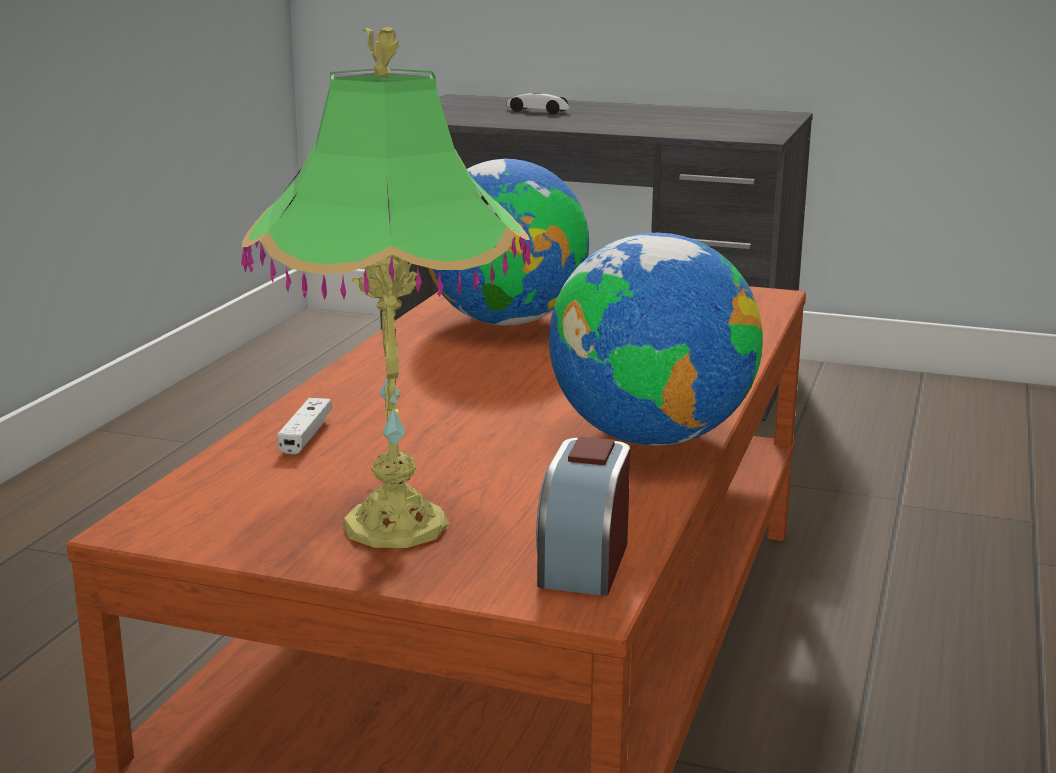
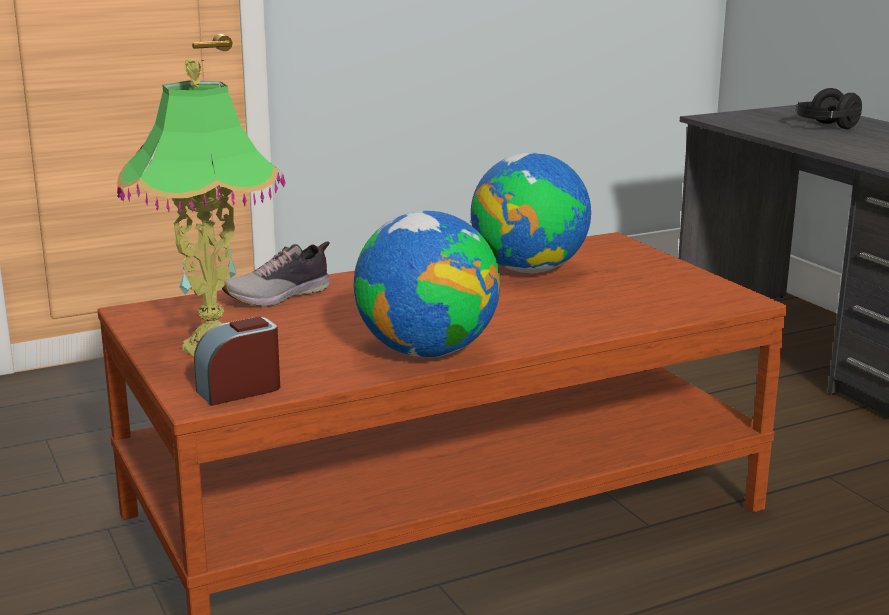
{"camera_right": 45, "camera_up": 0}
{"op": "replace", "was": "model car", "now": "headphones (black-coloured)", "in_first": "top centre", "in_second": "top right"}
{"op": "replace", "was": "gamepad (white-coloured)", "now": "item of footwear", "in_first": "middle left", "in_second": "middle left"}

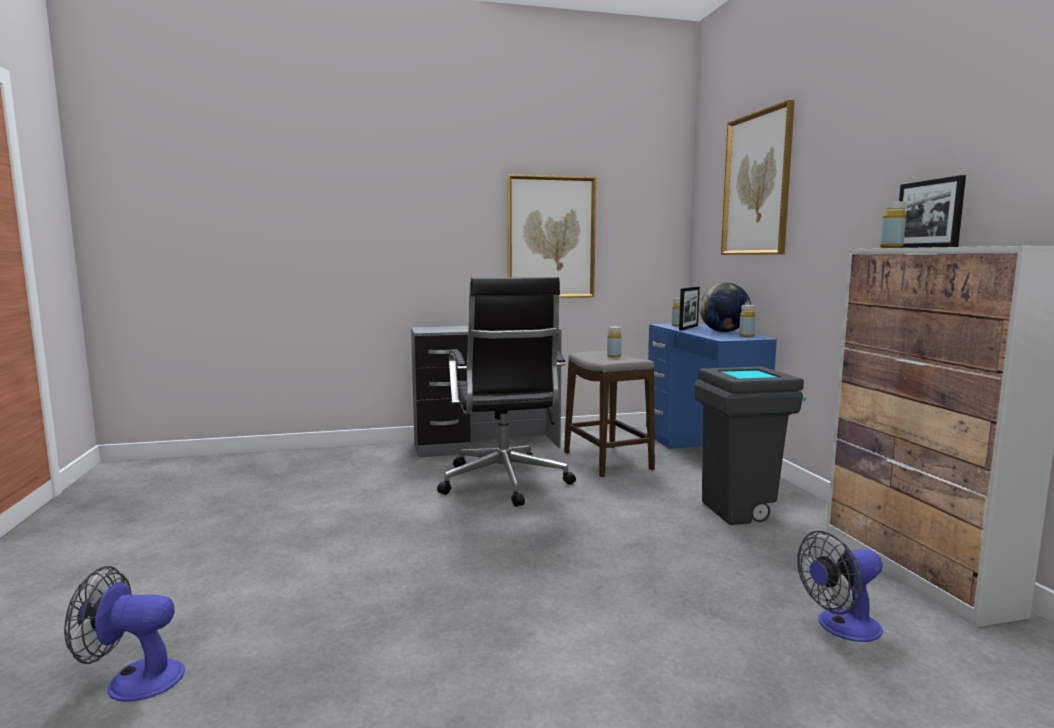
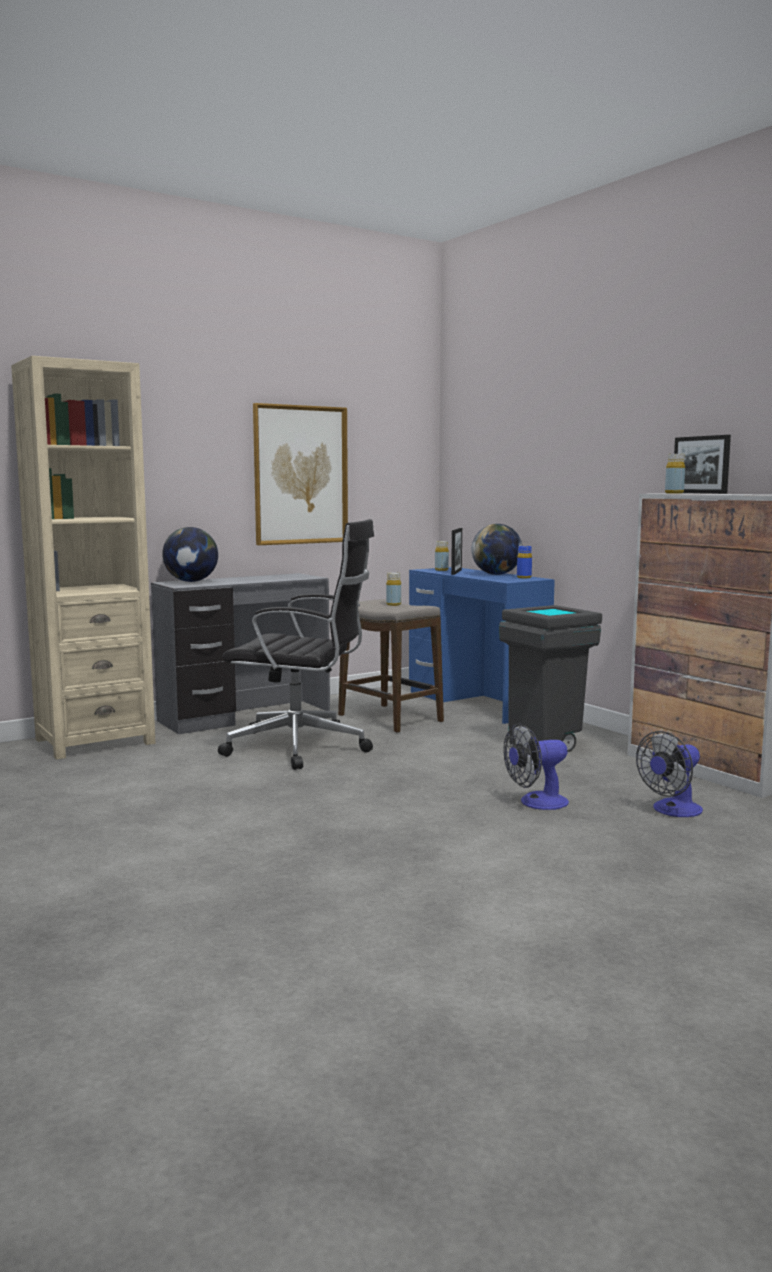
{"camera_right": -20, "camera_up": 0}
{"op": "delete", "was": "wall art (2nd from left)", "in_first": "top right"}
{"op": "rotate", "was": "office chair (black-coloured)", "in_first": "centre", "in_second": "centre", "clockwise": -45}
{"op": "recolor", "was": "drink bottle (yellowish) (3rd from left)", "now": "drink bottle (blue)", "in_first": "middle right", "in_second": "middle right"}
{"op": "move", "was": "electric fan (1st from left)", "in_first": "bottom left", "in_second": "middle right"}
{"op": "insert", "now": "bookshelf (beige-coloured)", "in_second": "middle left"}
{"op": "insert", "now": "desk globe (1st from left)", "in_second": "middle left"}

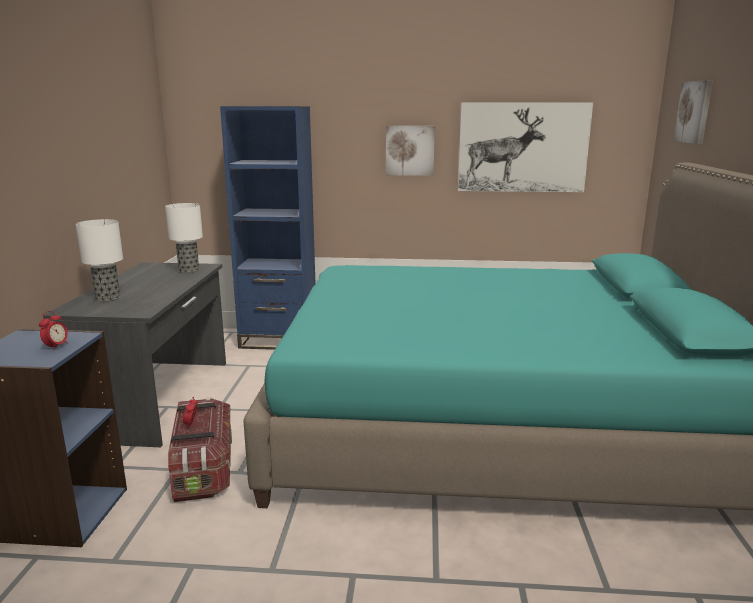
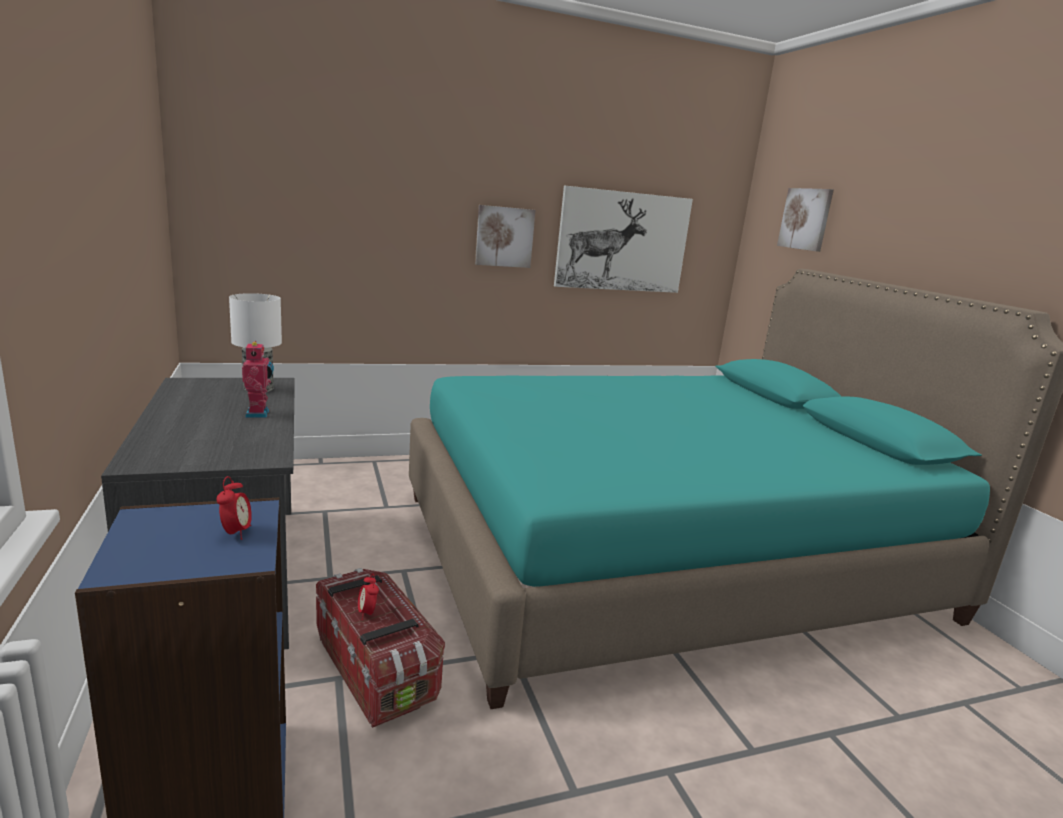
{"camera_right": -25, "camera_up": 0}
{"op": "delete", "was": "bookshelf (blue) (2nd from left)", "in_first": "centre"}
{"op": "delete", "was": "tabletop lamp (1st from left)", "in_first": "middle left"}
{"op": "insert", "now": "toy robot", "in_second": "middle left"}

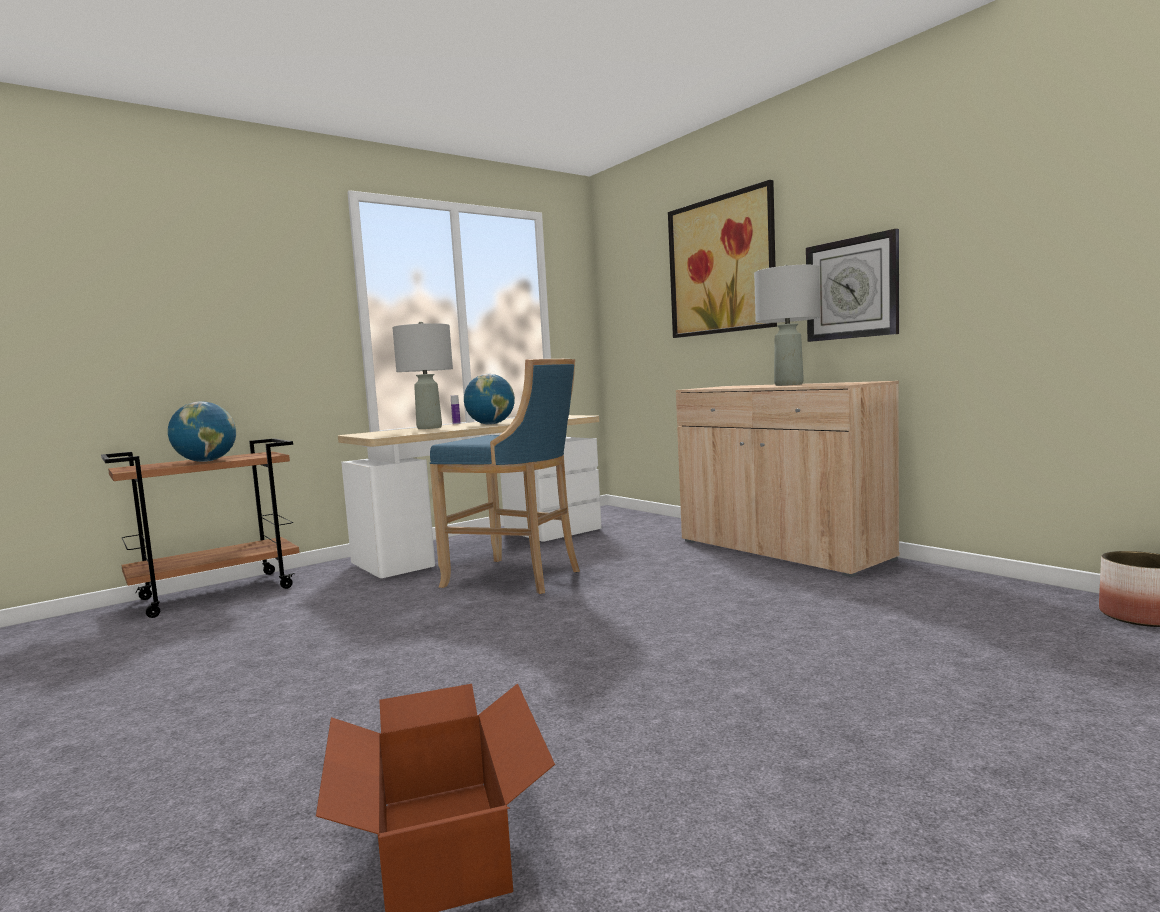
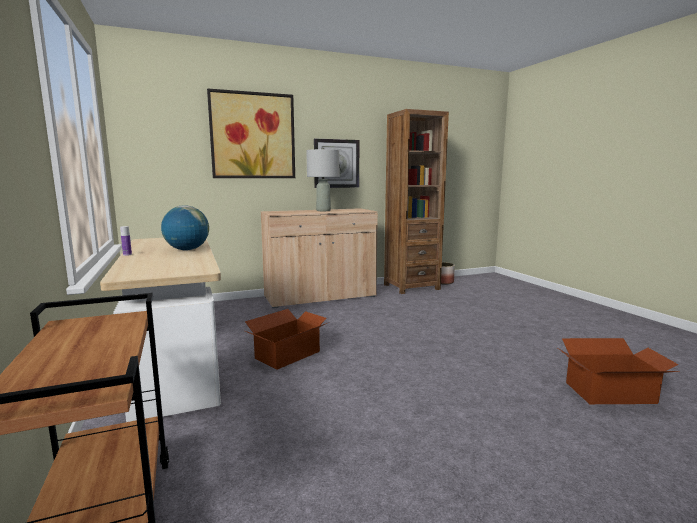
{"camera_right": -75, "camera_up": 5}
{"op": "delete", "was": "tabletop lamp (greyish) (1st from left)", "in_first": "centre"}
{"op": "replace", "was": "stool (blue)", "now": "carton (1st from left)", "in_first": "centre", "in_second": "centre"}
{"op": "delete", "was": "desk globe (1st from left)", "in_first": "middle left"}
{"op": "insert", "now": "bookshelf (brown)", "in_second": "centre"}

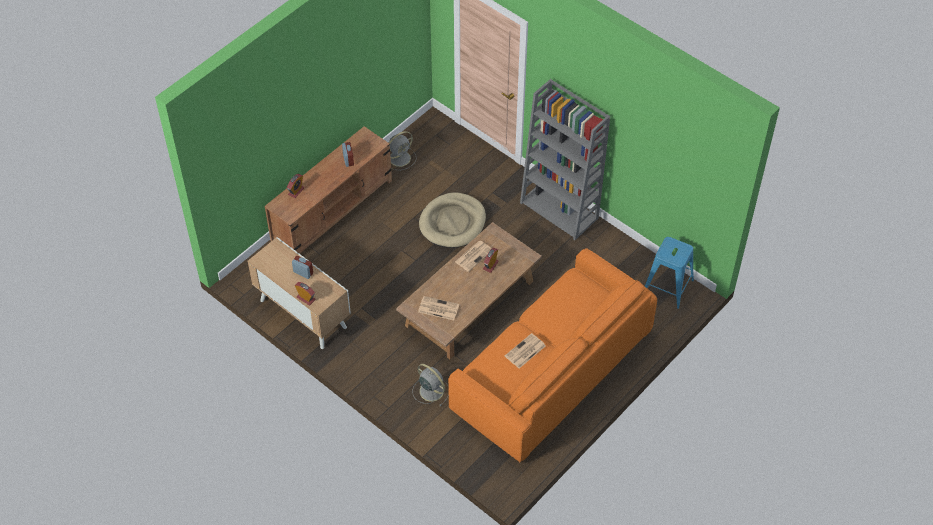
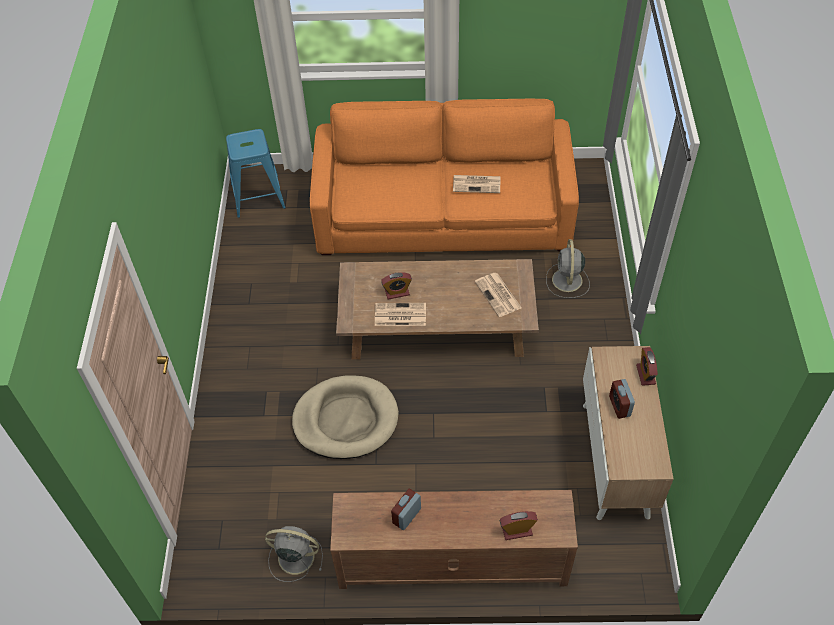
{"camera_right": -130, "camera_up": 0}
{"op": "delete", "was": "bookshelf (greyish)", "in_first": "top centre"}

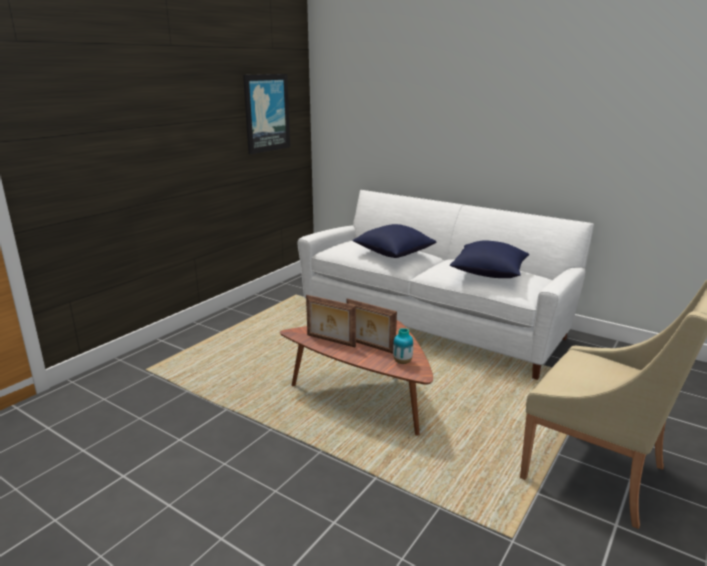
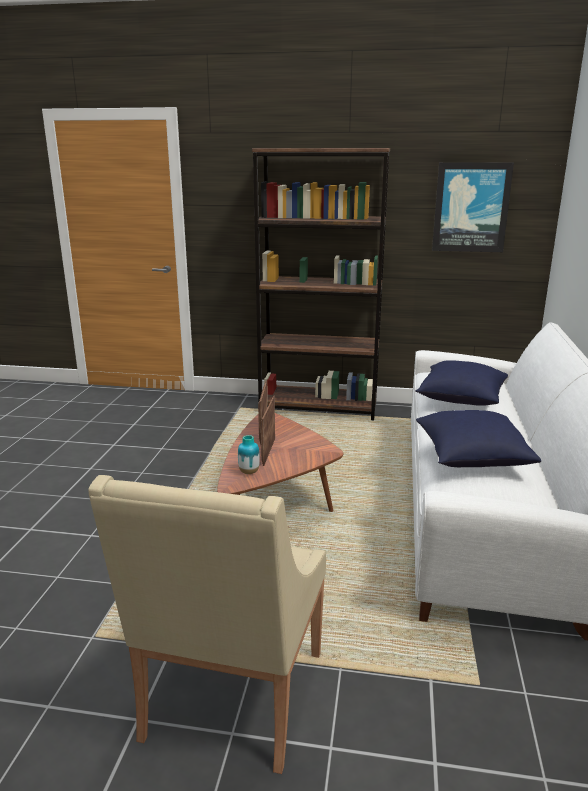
{"camera_right": 65, "camera_up": 0}
{"op": "insert", "now": "bookshelf (brown)", "in_second": "centre"}

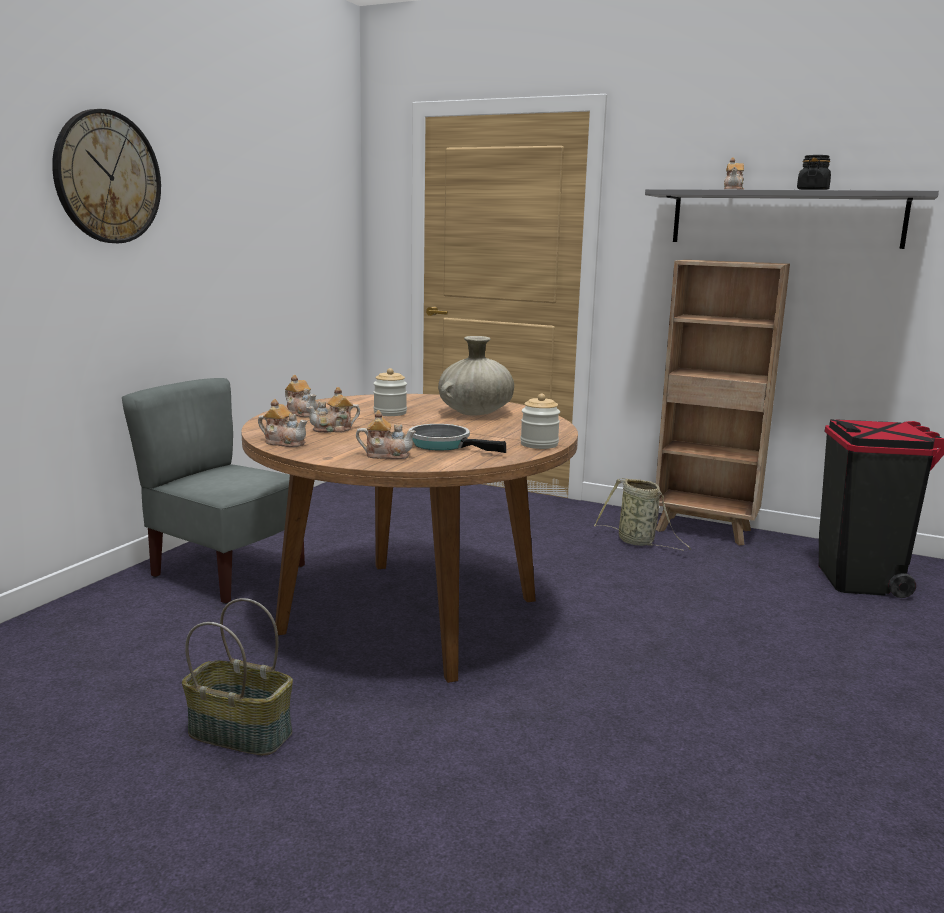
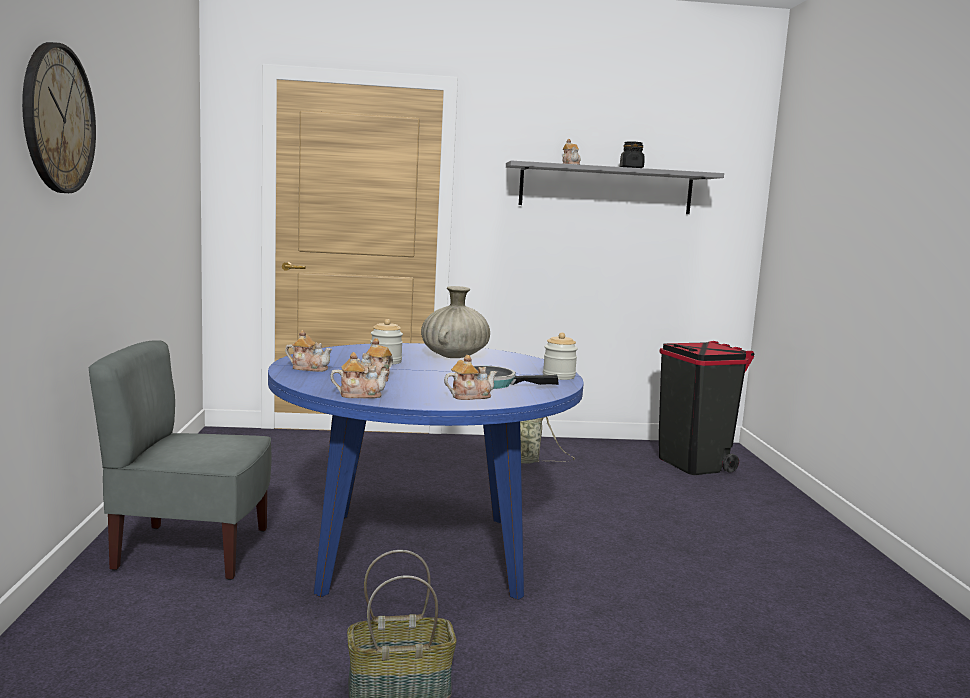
{"camera_right": -30, "camera_up": -5}
{"op": "delete", "was": "bookshelf (brown)", "in_first": "middle right"}
{"op": "recolor", "was": "dinner table (brown)", "now": "dinner table (blue)", "in_first": "centre", "in_second": "bottom centre"}

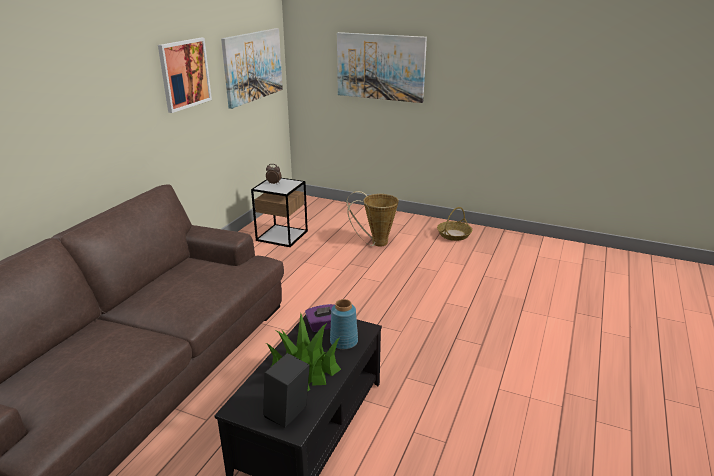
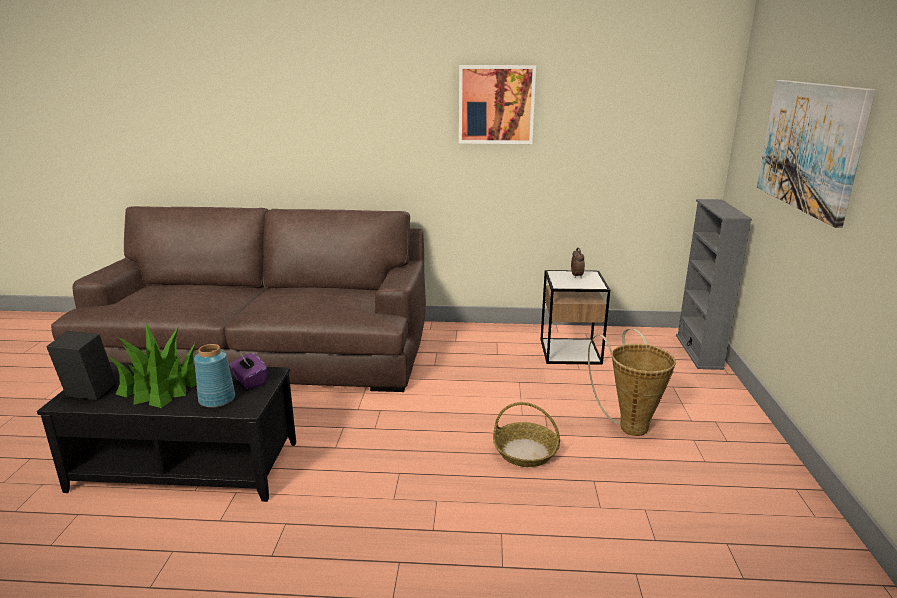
{"camera_right": 70, "camera_up": -5}
{"op": "delete", "was": "wall art (2nd from left)", "in_first": "top centre"}
{"op": "move", "was": "household basket (2nd from left in the first image)", "now": "household basket (1st from left)", "in_first": "centre", "in_second": "bottom centre"}
{"op": "insert", "now": "bookshelf (greyish)", "in_second": "middle right"}

